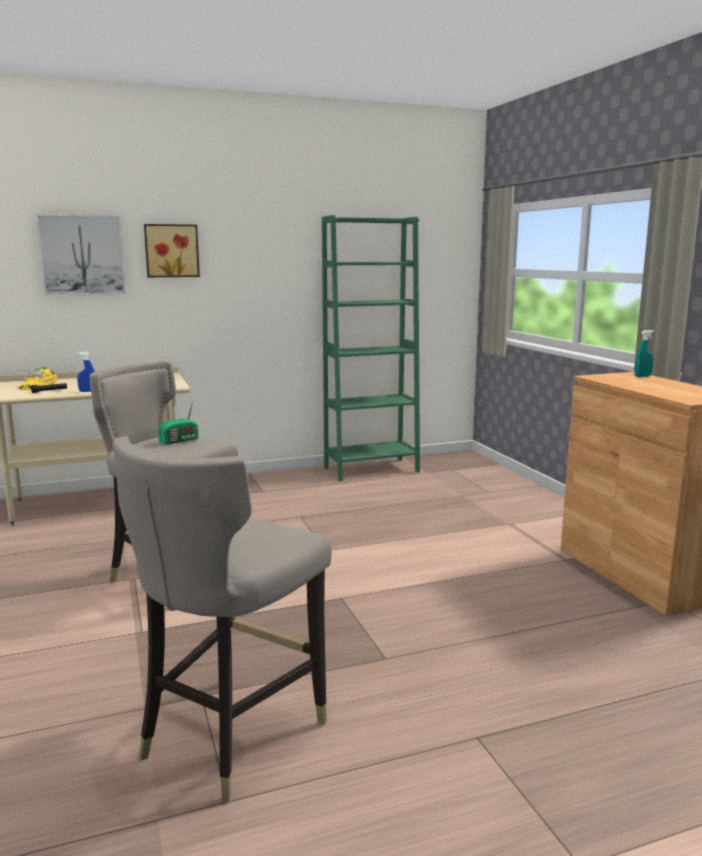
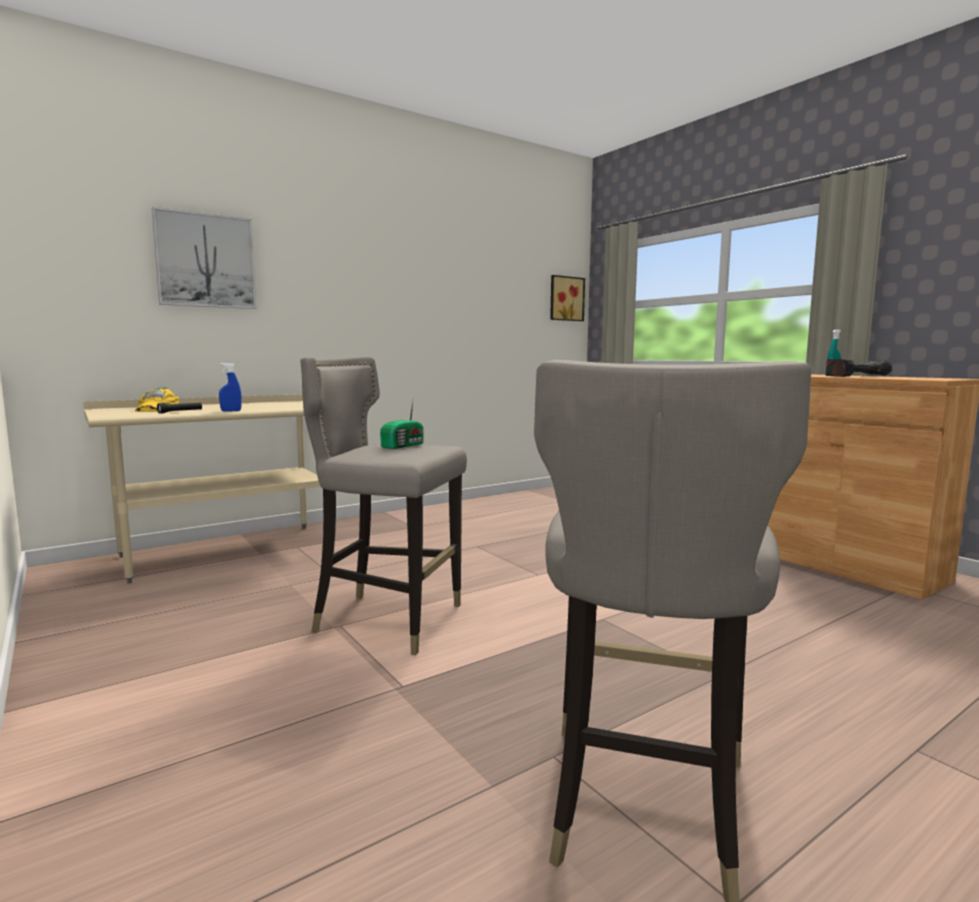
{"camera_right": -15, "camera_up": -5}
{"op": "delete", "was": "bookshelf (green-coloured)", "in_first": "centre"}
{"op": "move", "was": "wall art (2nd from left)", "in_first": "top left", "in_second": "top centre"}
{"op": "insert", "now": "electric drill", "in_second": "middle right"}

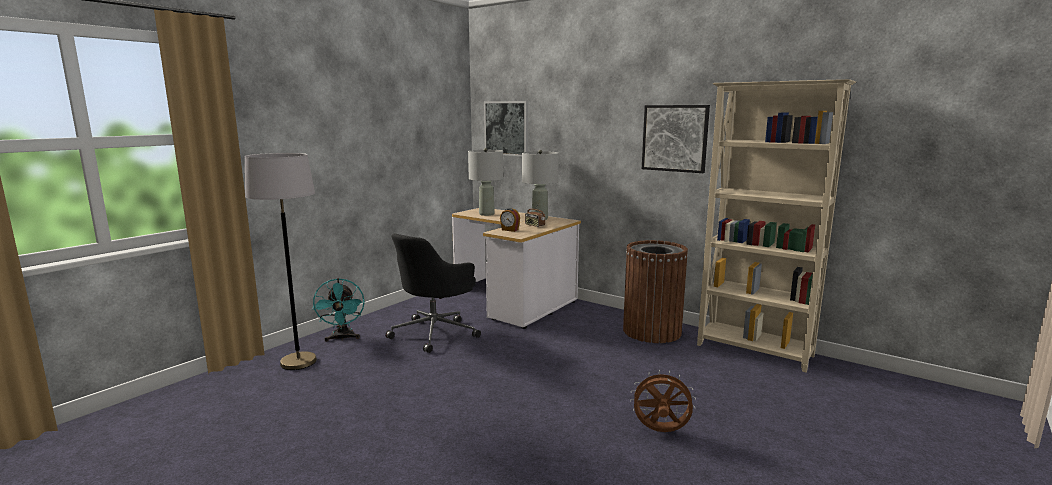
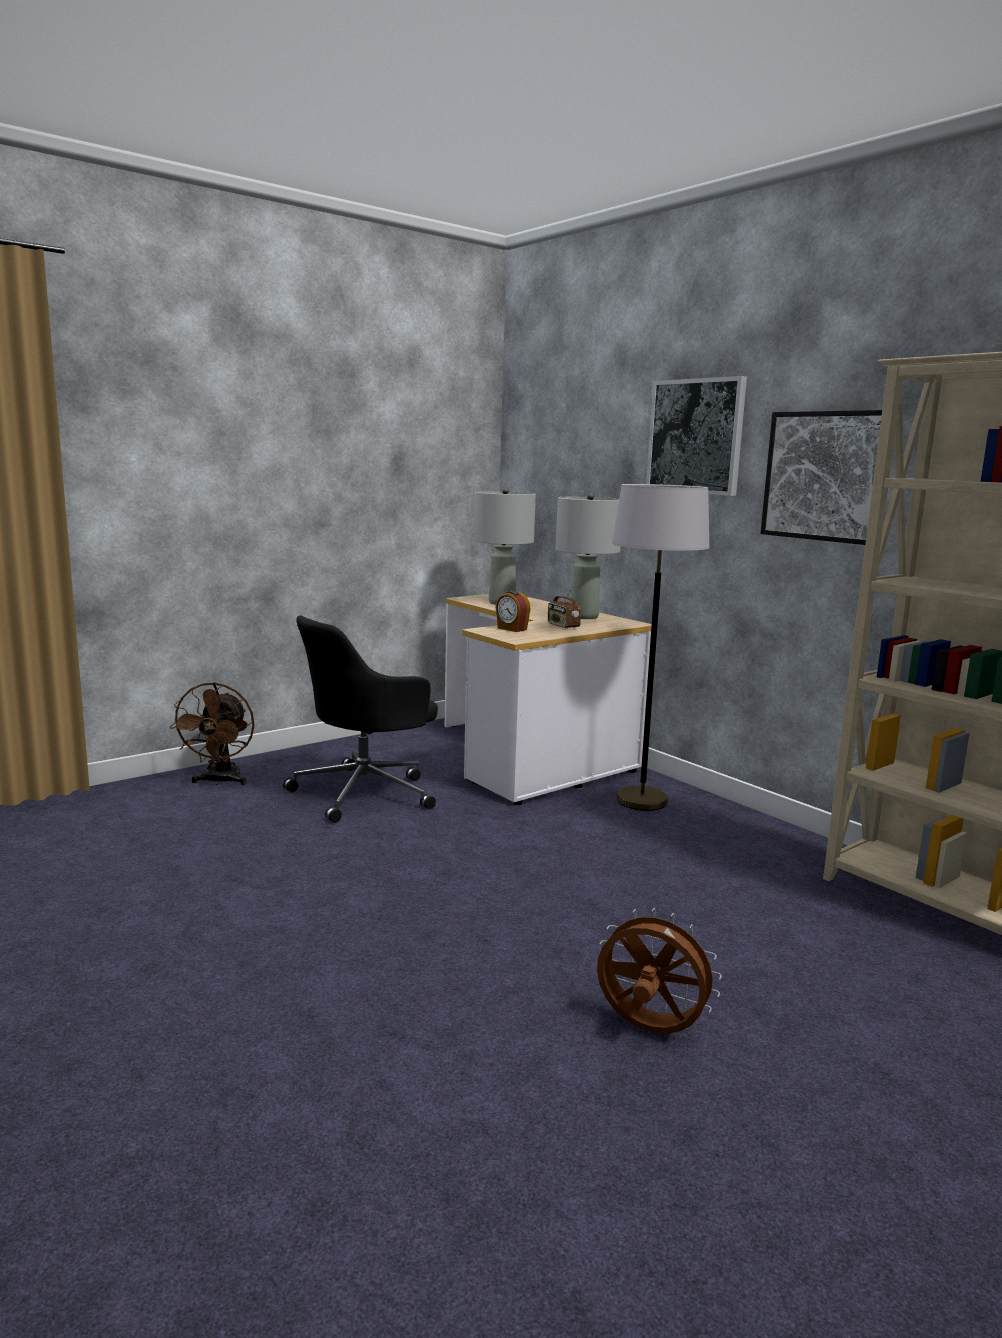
{"camera_right": 15, "camera_up": 0}
{"op": "move", "was": "wall art (1st from left)", "in_first": "top centre", "in_second": "top right"}
{"op": "move", "was": "standard lamp (greyish)", "in_first": "middle left", "in_second": "centre"}
{"op": "delete", "was": "rubbish bin (brown)", "in_first": "centre"}
{"op": "recolor", "was": "electric fan (blue-green)", "now": "electric fan (brown) (1st from left)", "in_first": "middle left", "in_second": "middle left"}

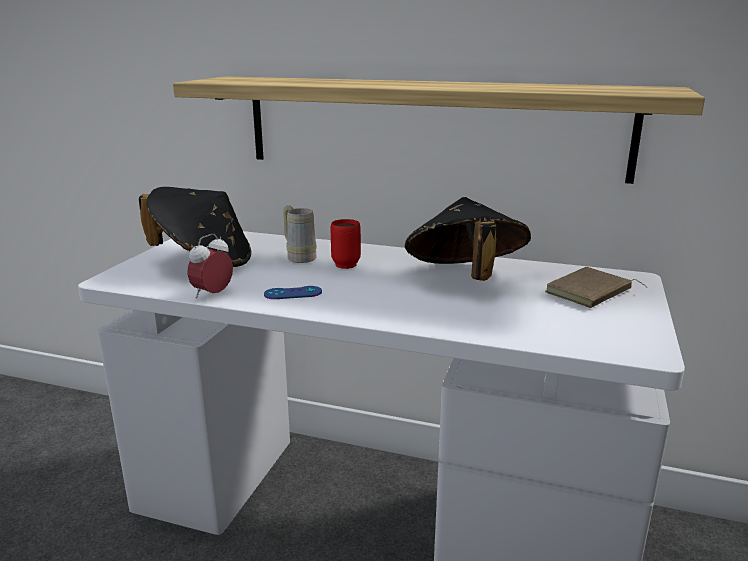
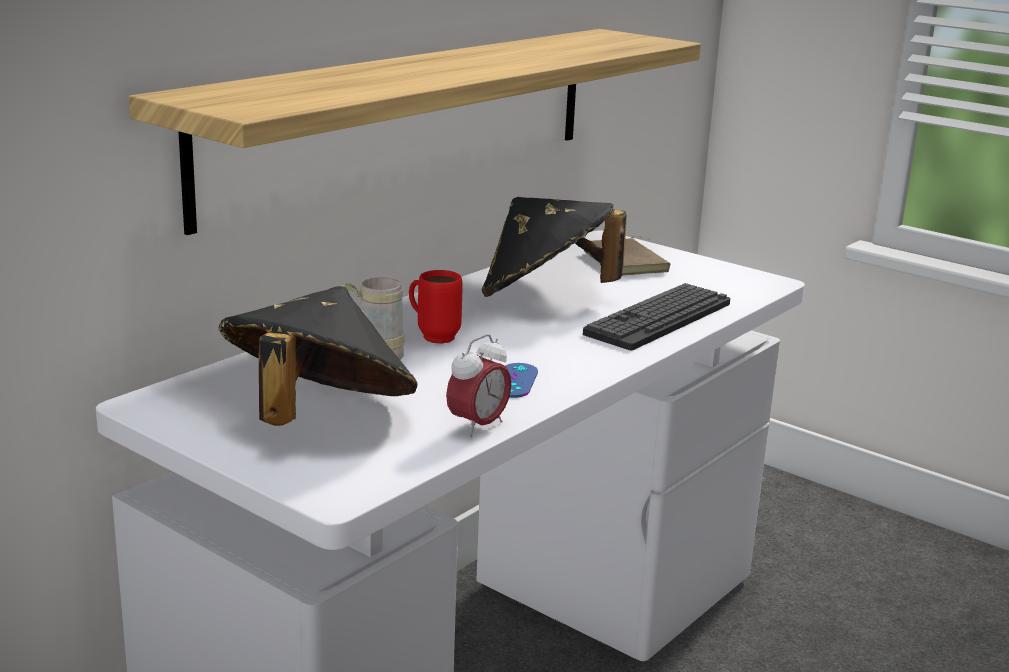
{"camera_right": -70, "camera_up": 0}
{"op": "rotate", "was": "alarm clock", "in_first": "middle left", "in_second": "centre", "clockwise": -105}
{"op": "insert", "now": "keyboard", "in_second": "centre"}

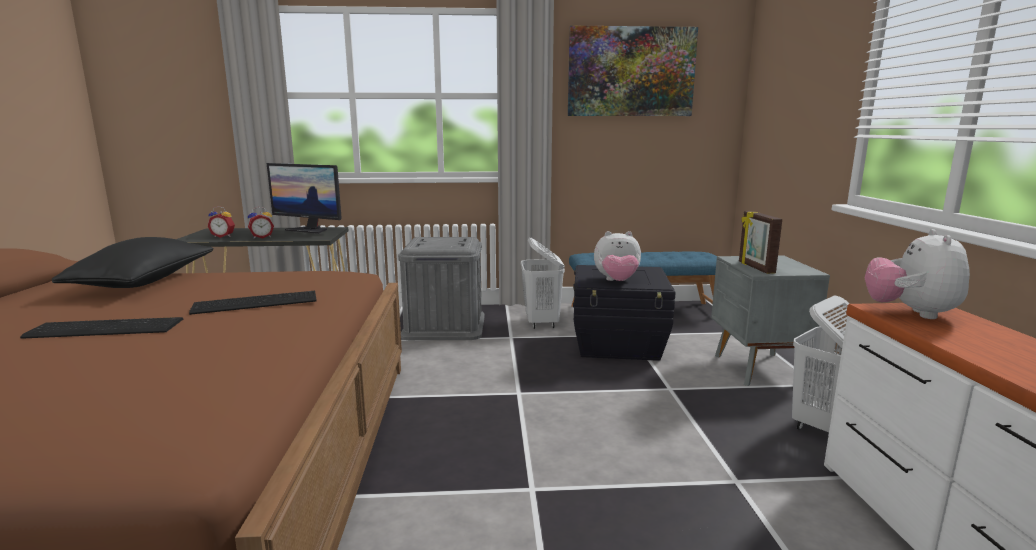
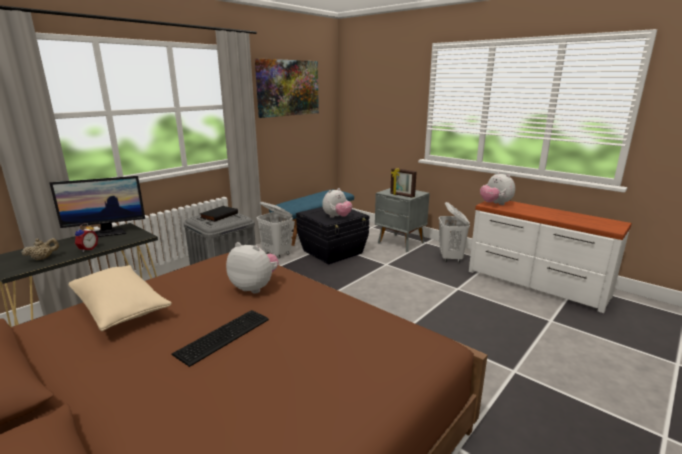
{"camera_right": -45, "camera_up": 5}
{"op": "replace", "was": "alarm clock (1st from left)", "now": "pot for tea (beige-coloured)", "in_first": "middle left", "in_second": "middle left"}
{"op": "recolor", "was": "pillow (black-coloured)", "now": "pillow (beige-coloured)", "in_first": "middle left", "in_second": "middle left"}
{"op": "replace", "was": "keyboard (2nd from left)", "now": "soft toy (1st from left)", "in_first": "middle left", "in_second": "centre"}
{"op": "insert", "now": "book (black-coloured)", "in_second": "middle left"}

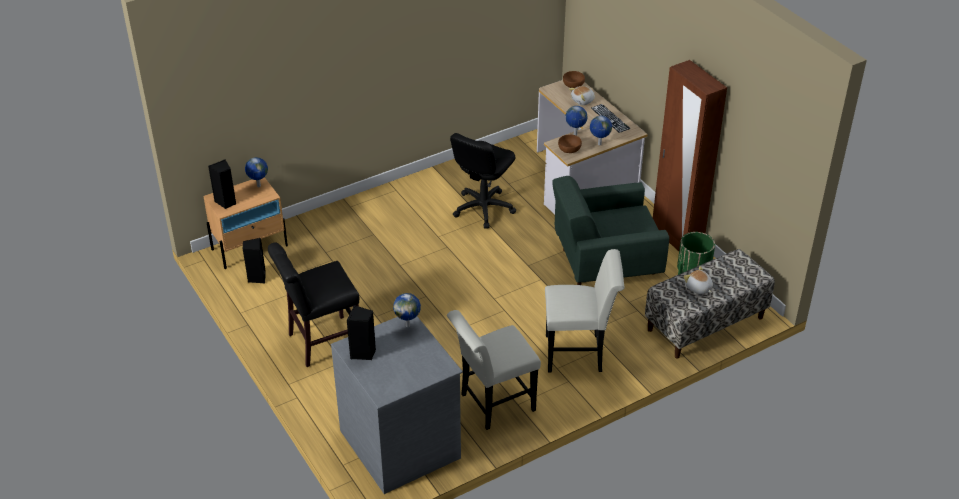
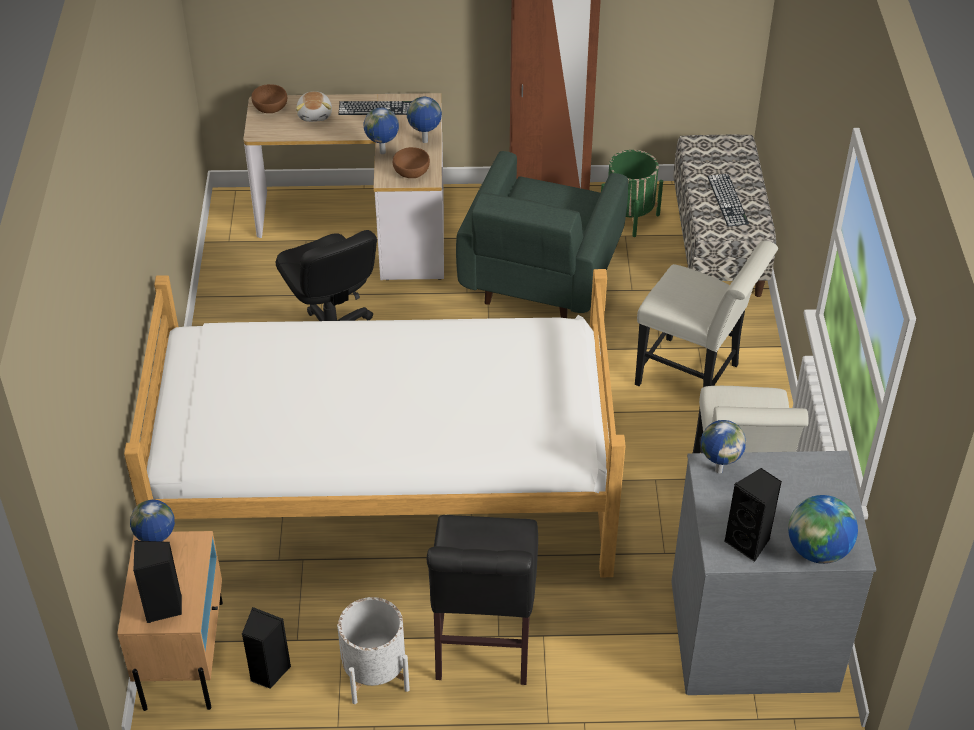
{"camera_right": -60, "camera_up": 5}
{"op": "rotate", "was": "plain chair (white-coloured) (2nd from left in the first image)", "in_first": "centre", "in_second": "middle right", "clockwise": 90}
{"op": "replace", "was": "soft toy (2nd from left)", "now": "keyboard (2nd from left)", "in_first": "middle right", "in_second": "top right"}
{"op": "insert", "now": "bed", "in_second": "centre"}
{"op": "insert", "now": "desk globe (5th from left)", "in_second": "bottom right"}
{"op": "insert", "now": "planter (white-coloured)", "in_second": "bottom centre"}

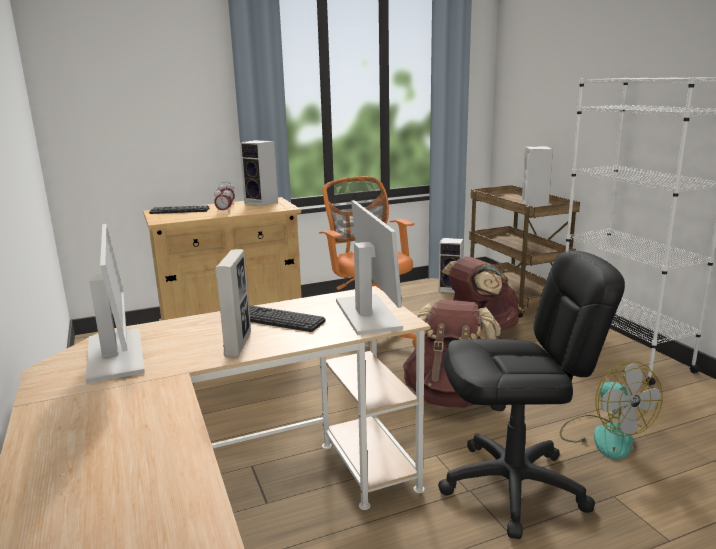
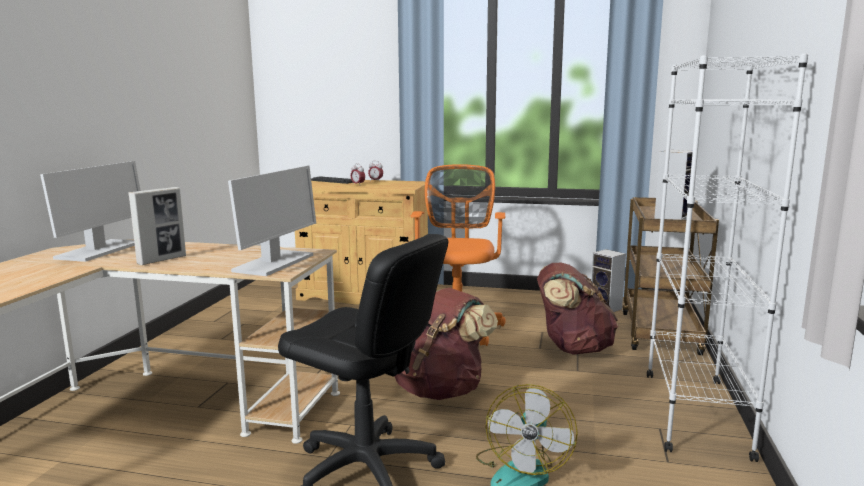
{"camera_right": 35, "camera_up": -5}
{"op": "delete", "was": "loudspeaker (1st from left)", "in_first": "top centre"}
{"op": "delete", "was": "keyboard (2nd from left)", "in_first": "centre"}

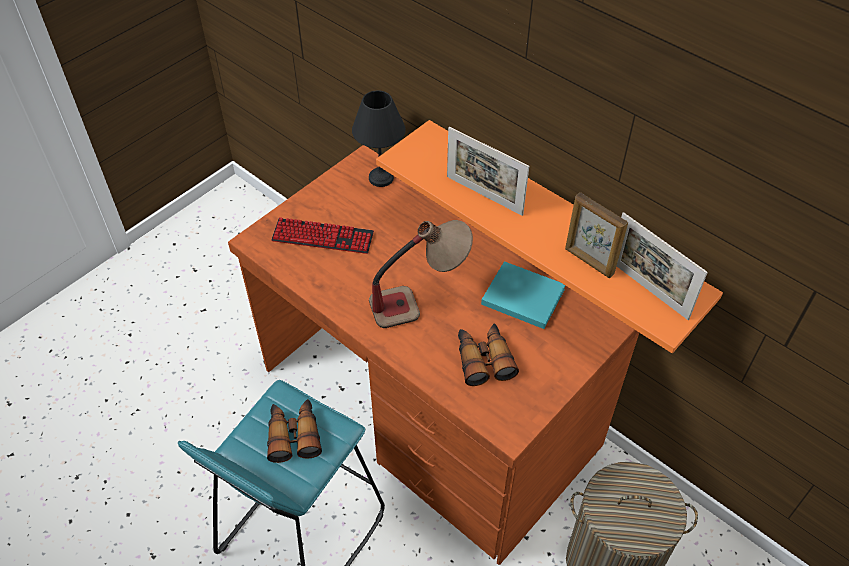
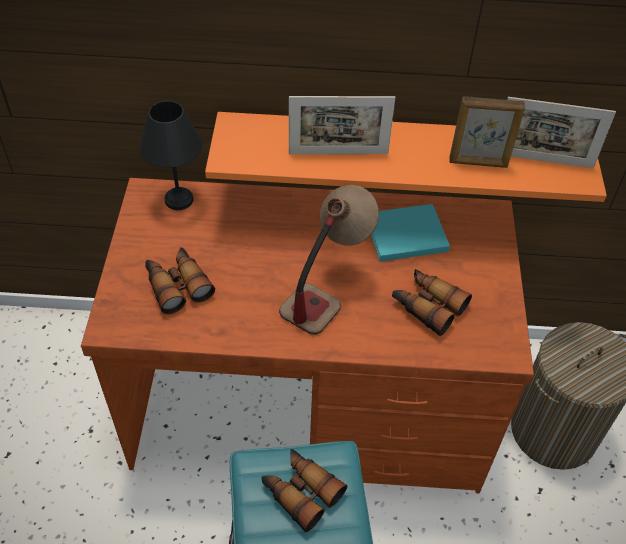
{"camera_right": -40, "camera_up": 0}
{"op": "replace", "was": "keyboard", "now": "pair of binoculars (1st from left)", "in_first": "centre", "in_second": "middle left"}

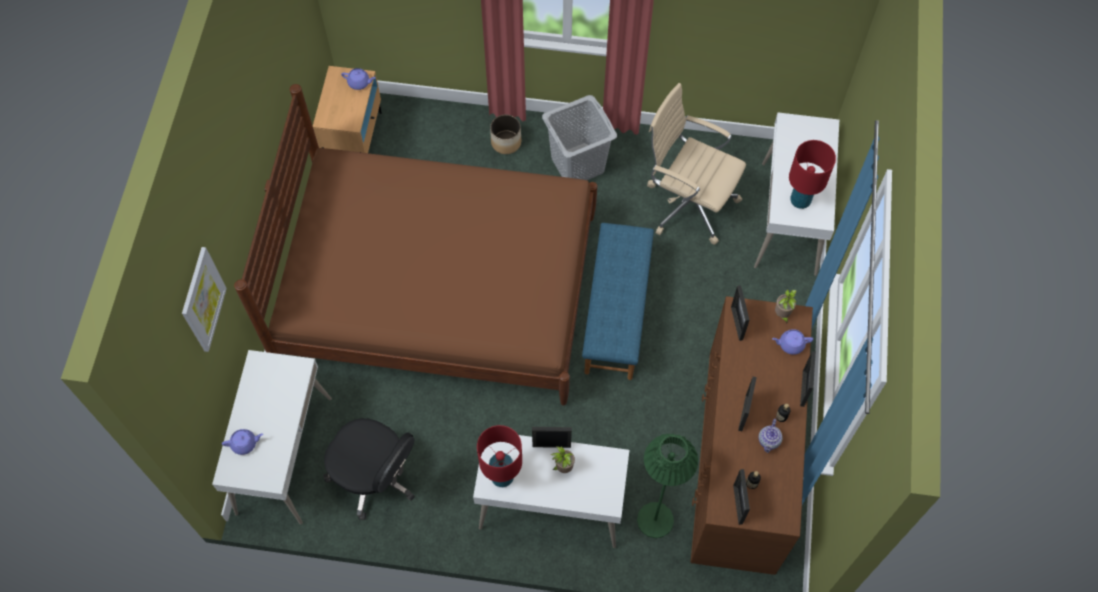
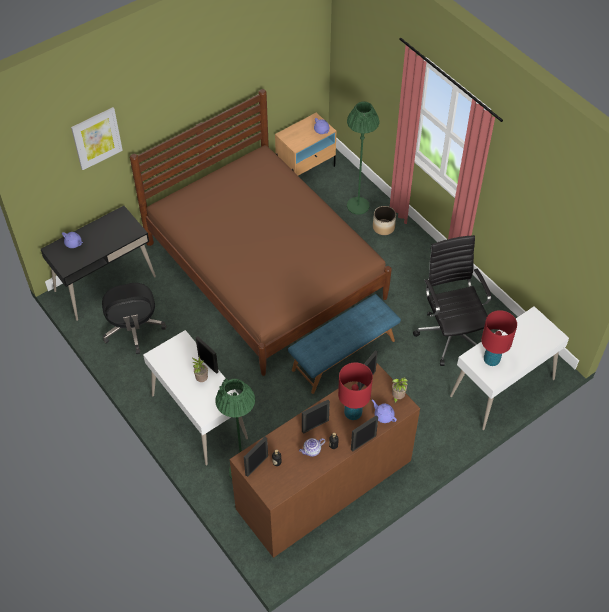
{"camera_right": 45, "camera_up": -10}
{"op": "recolor", "was": "office chair (beige-coloured)", "now": "office chair (black-coloured) (2nd from left)", "in_first": "top centre", "in_second": "middle right"}
{"op": "delete", "was": "hamper (greyish)", "in_first": "top centre"}
{"op": "recolor", "was": "desk (white-coloured) (1st from left)", "now": "desk (black-coloured)", "in_first": "bottom left", "in_second": "middle left"}
{"op": "move", "was": "tabletop lamp (red) (1st from left)", "in_first": "bottom centre", "in_second": "centre"}
{"op": "insert", "now": "standard lamp (green-coloured) (2nd from left)", "in_second": "top centre"}

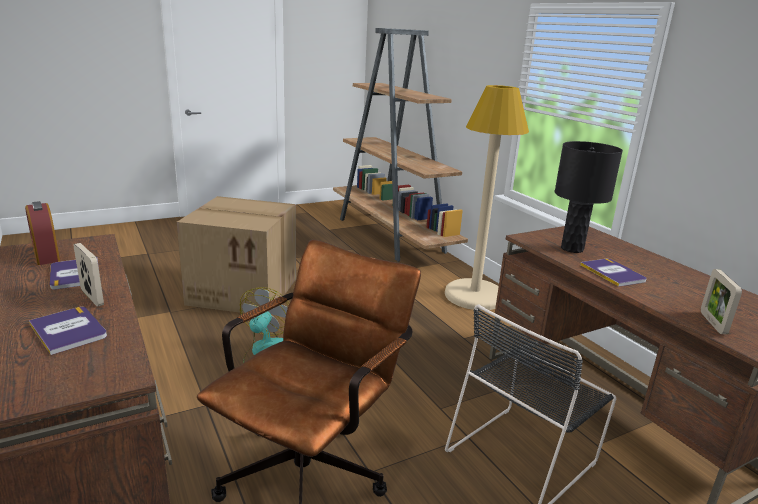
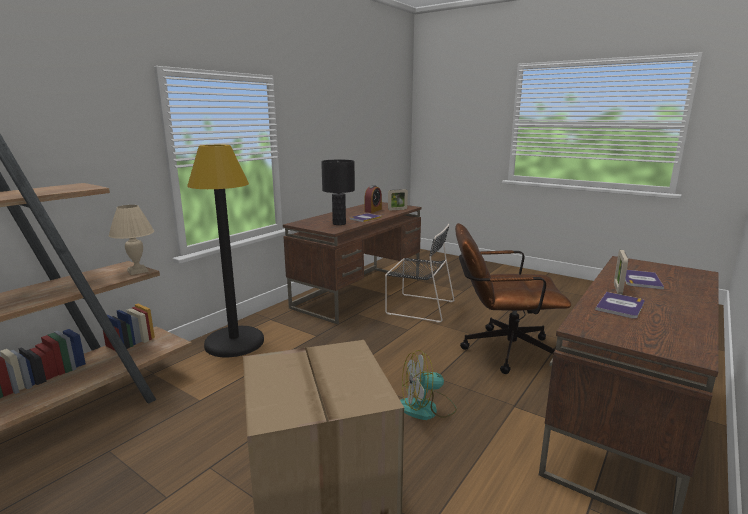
{"camera_right": -115, "camera_up": -5}
{"op": "recolor", "was": "standard lamp (beige-coloured)", "now": "standard lamp (black-coloured)", "in_first": "centre", "in_second": "middle left"}
{"op": "move", "was": "alarm clock", "in_first": "middle left", "in_second": "centre"}
{"op": "insert", "now": "tabletop lamp (beige-coloured)", "in_second": "middle left"}

